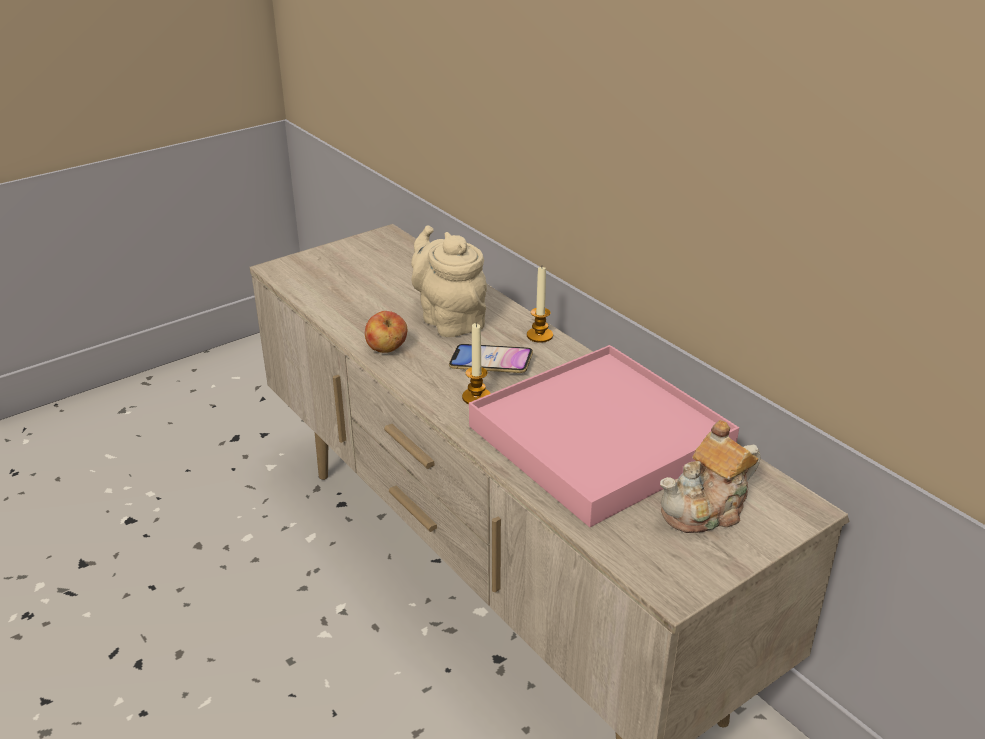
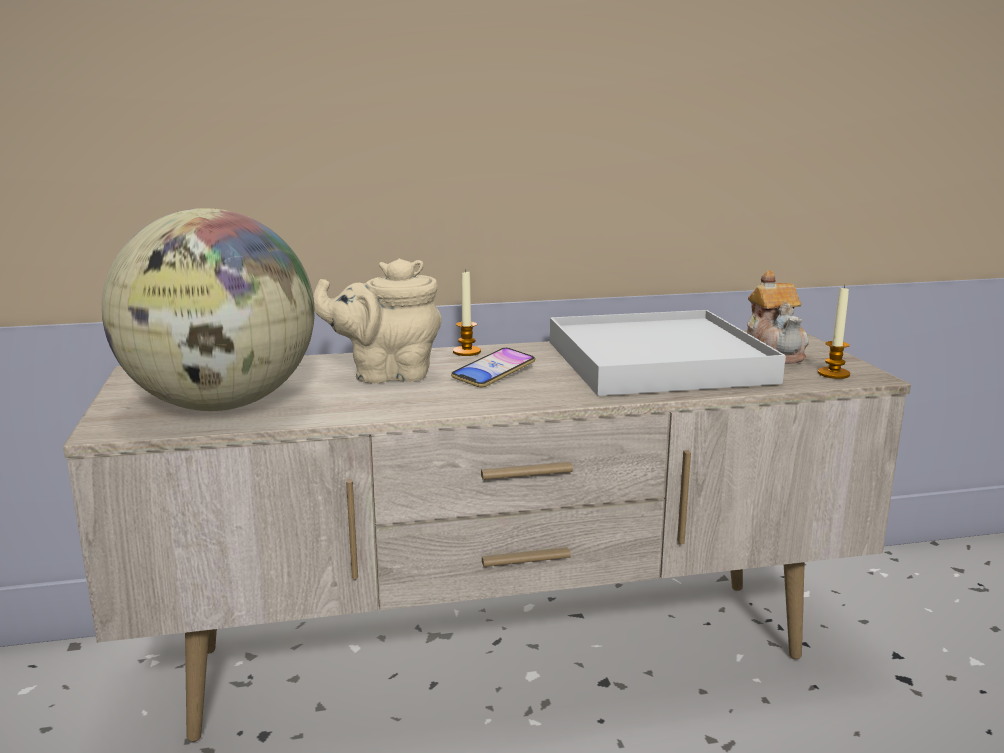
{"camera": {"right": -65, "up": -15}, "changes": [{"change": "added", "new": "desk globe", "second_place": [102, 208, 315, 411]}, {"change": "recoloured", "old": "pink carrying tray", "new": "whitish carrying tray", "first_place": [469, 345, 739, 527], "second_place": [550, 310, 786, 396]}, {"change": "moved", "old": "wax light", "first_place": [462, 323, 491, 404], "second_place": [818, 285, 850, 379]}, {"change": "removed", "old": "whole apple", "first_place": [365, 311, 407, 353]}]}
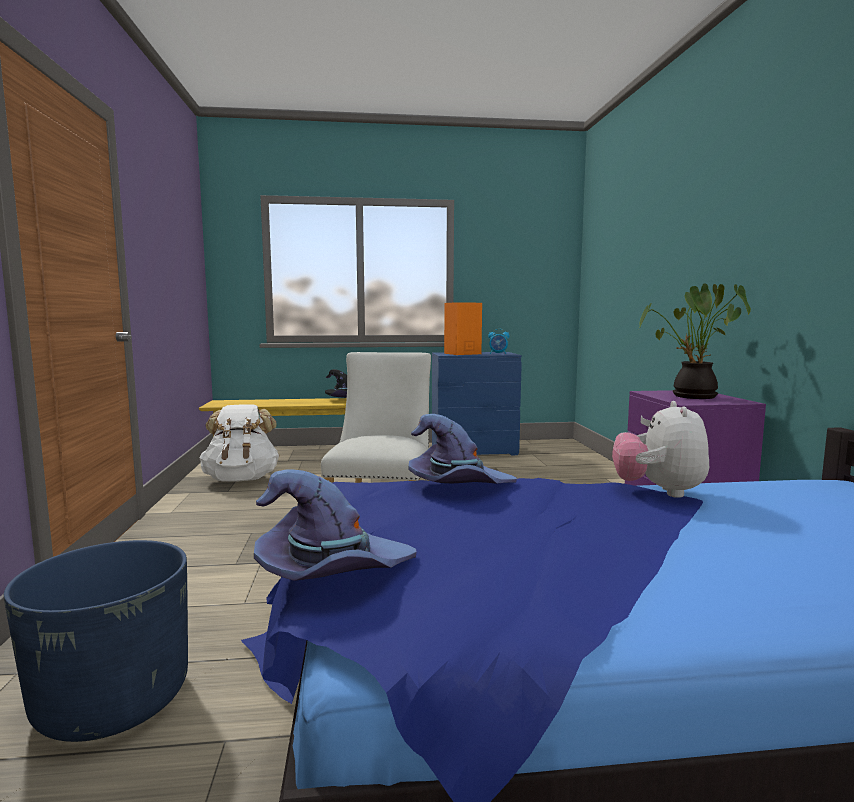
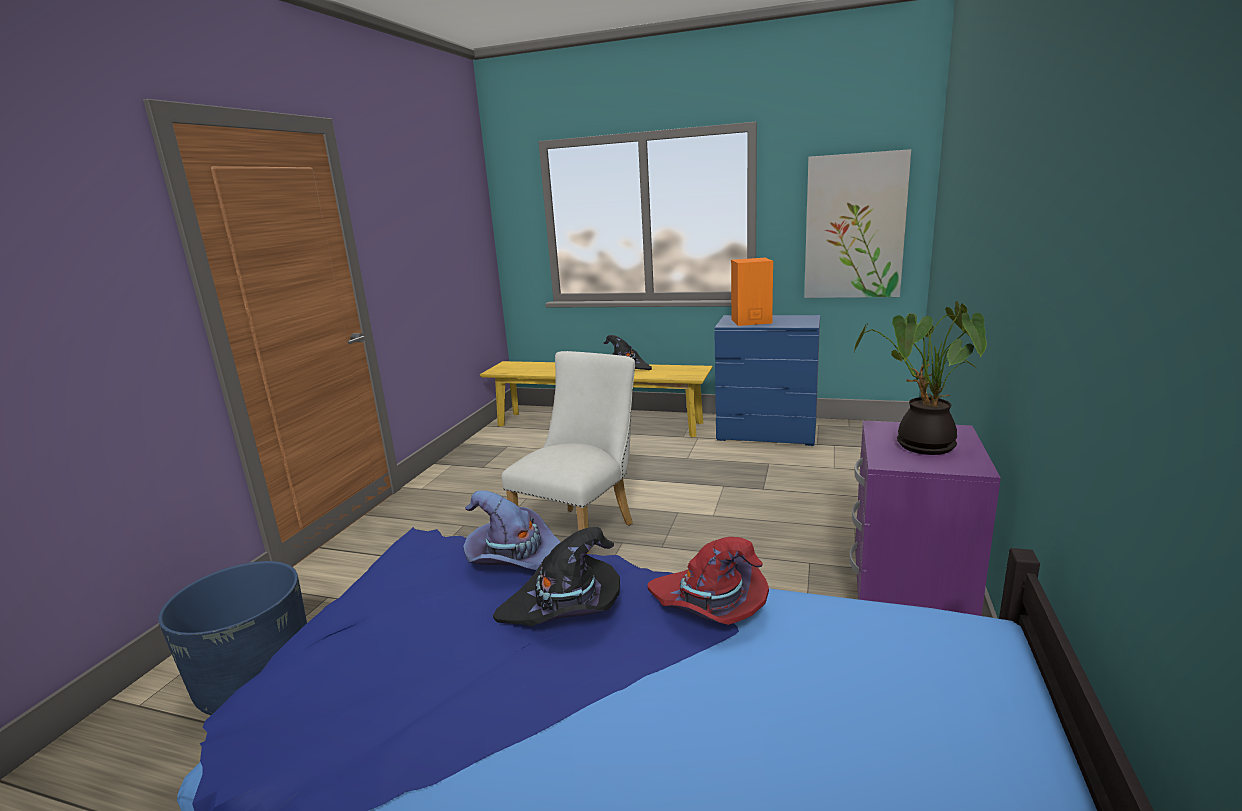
{"camera": {"right": 25, "up": 10}, "changes": [{"change": "added", "new": "black hat", "second_place": [493, 527, 620, 626]}, {"change": "replaced", "old": "soft toy", "new": "red hat", "first_place": [612, 401, 709, 498], "second_place": [647, 537, 769, 625]}, {"change": "added", "new": "picture", "second_place": [804, 149, 911, 298]}, {"change": "removed", "old": "whitish knapsack", "first_place": [200, 404, 280, 481]}, {"change": "removed", "old": "purple hat", "first_place": [254, 470, 416, 581]}, {"change": "removed", "old": "alarm clock", "first_place": [488, 328, 510, 354]}]}
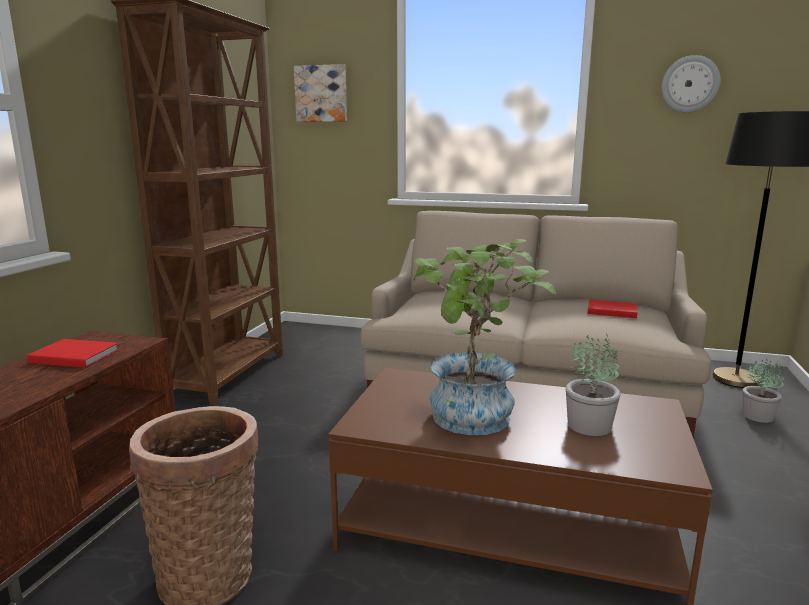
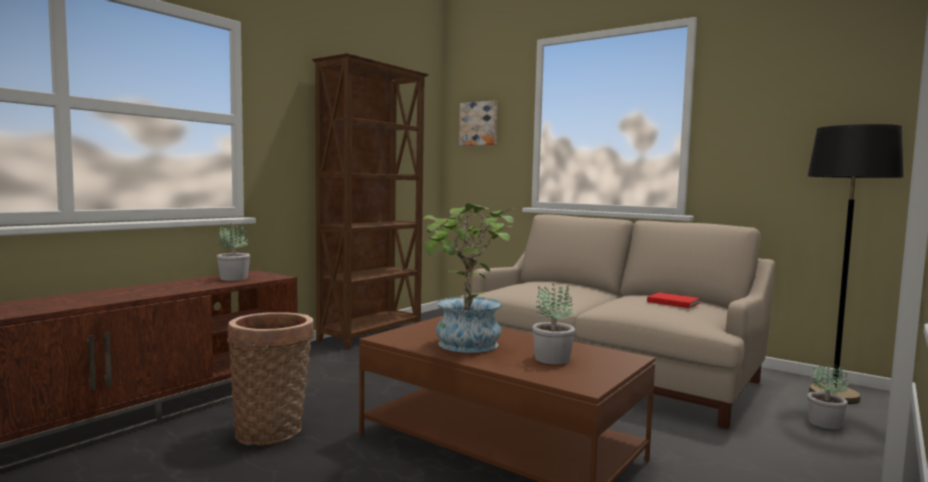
{"camera": {"right": 20, "up": -10}, "changes": [{"change": "replaced", "old": "red bound book", "new": "plant in a pot", "first_place": [27, 339, 119, 368], "second_place": [217, 222, 250, 281]}, {"change": "removed", "old": "clock on the wall", "first_place": [661, 55, 721, 113]}]}
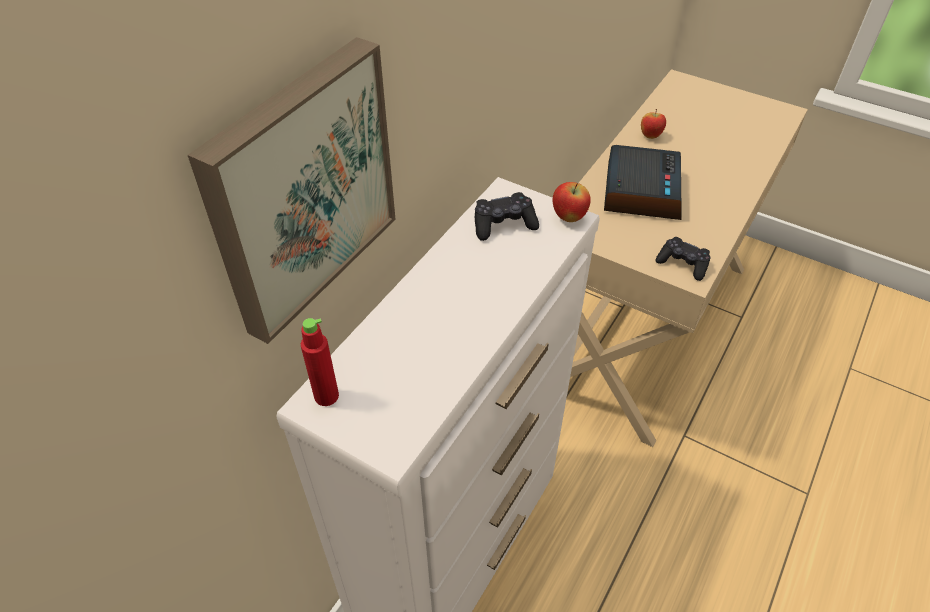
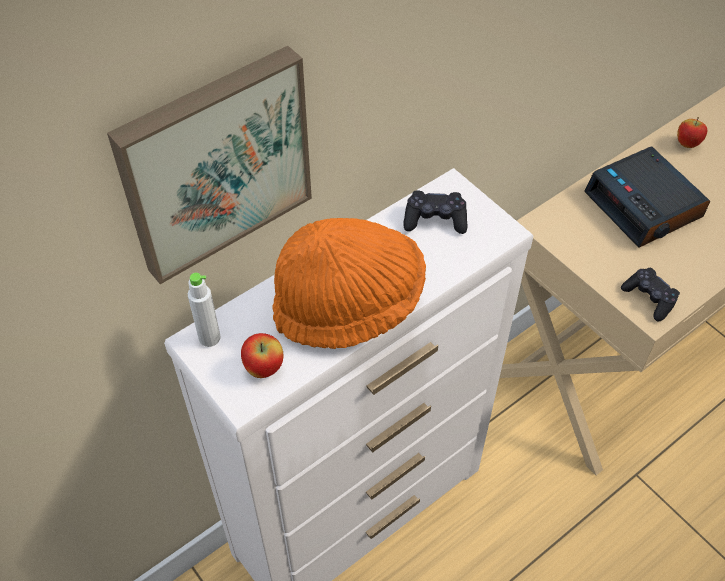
{"camera": {"right": 20, "up": 5}, "changes": [{"change": "recoloured", "old": "red beverage bottle", "new": "whitish beverage bottle", "first_place": [301, 318, 339, 406], "second_place": [188, 273, 221, 347]}, {"change": "moved", "old": "whole apple", "first_place": [553, 182, 591, 222], "second_place": [241, 333, 283, 378]}, {"change": "added", "new": "orangey hat", "second_place": [272, 218, 426, 349]}, {"change": "turned", "old": "alarm clock", "first_place": [604, 145, 682, 220], "second_place": [584, 146, 710, 248], "degrees": 120}]}
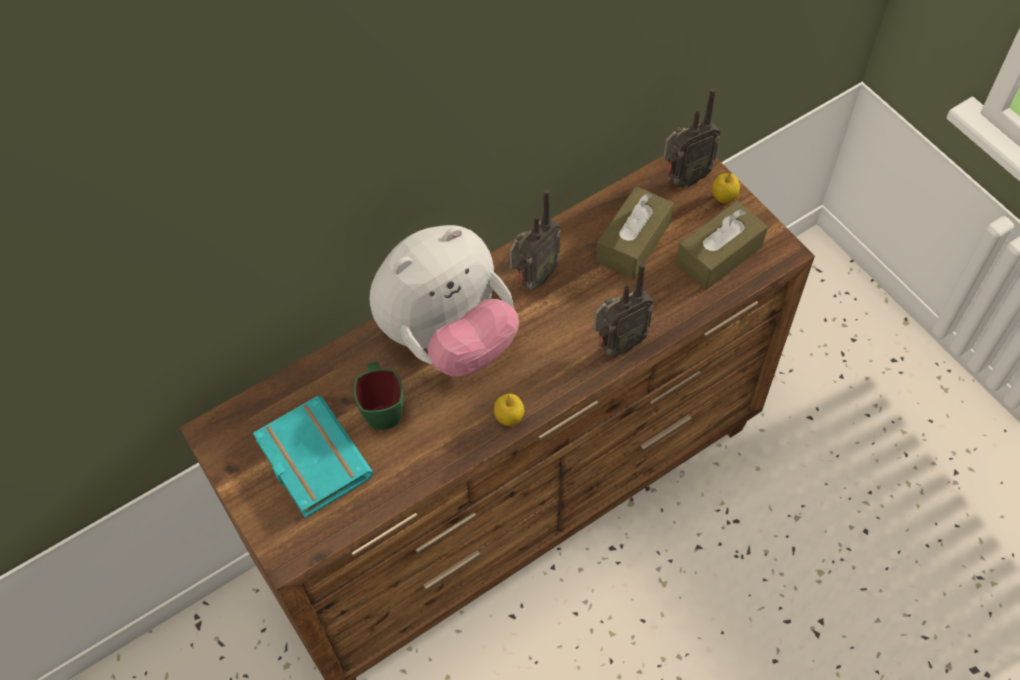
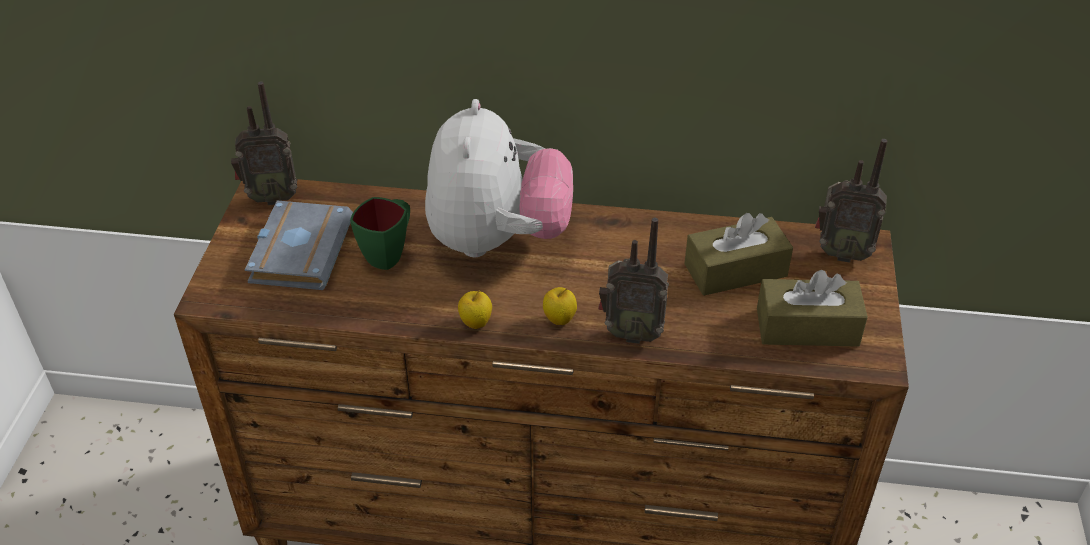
{"camera": {"right": 40, "up": -15}, "changes": [{"change": "moved", "old": "radio receiver", "first_place": [509, 189, 561, 290], "second_place": [231, 81, 297, 205]}, {"change": "recoloured", "old": "turquoise-coloured bound book", "new": "greyish bound book", "first_place": [253, 396, 373, 518], "second_place": [245, 200, 353, 290]}, {"change": "turned", "old": "soft toy", "first_place": [370, 225, 519, 376], "second_place": [425, 99, 573, 257], "degrees": -90}, {"change": "moved", "old": "whole apple", "first_place": [712, 173, 740, 204], "second_place": [543, 287, 577, 325]}]}
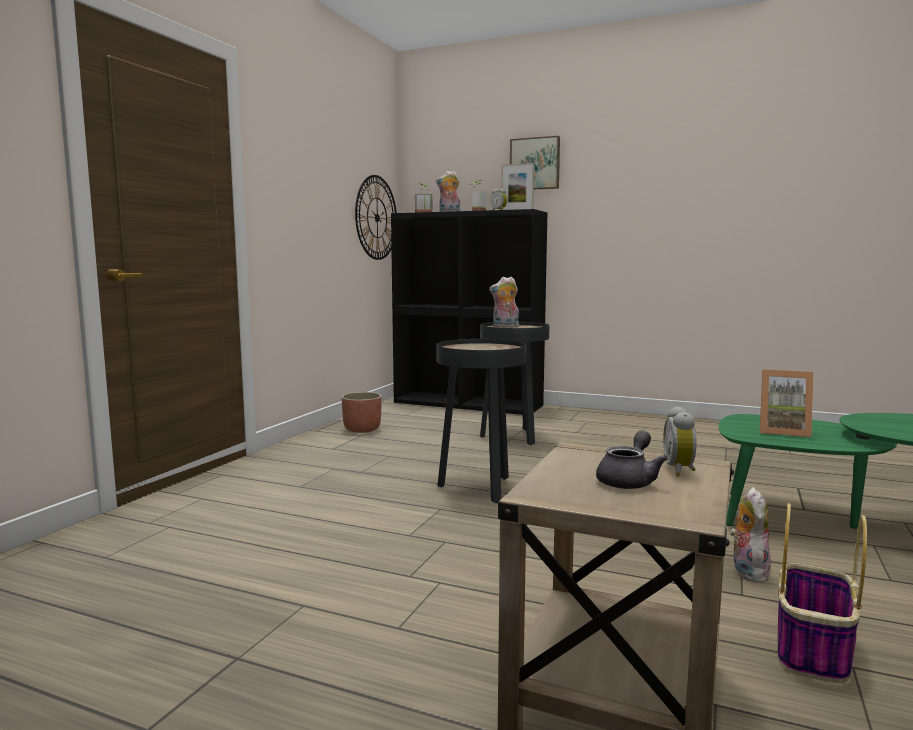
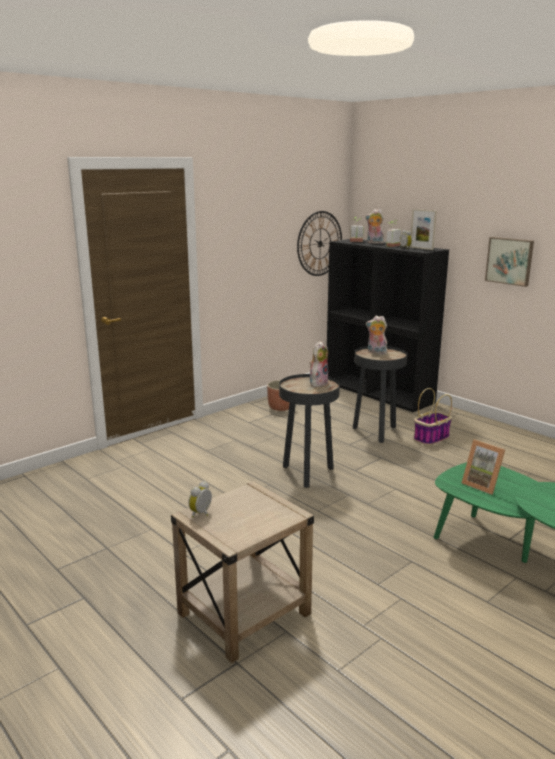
{"camera": {"right": 25, "up": 10}, "changes": [{"change": "moved", "old": "alarm clock", "first_place": [663, 406, 696, 477], "second_place": [188, 481, 212, 518]}, {"change": "moved", "old": "soft toy", "first_place": [729, 487, 771, 583], "second_place": [309, 341, 328, 387]}, {"change": "moved", "old": "household basket", "first_place": [778, 503, 867, 683], "second_place": [414, 388, 452, 445]}, {"change": "moved", "old": "picture", "first_place": [510, 136, 560, 189], "second_place": [485, 237, 534, 287]}, {"change": "removed", "old": "greyish tea pot", "first_place": [596, 430, 668, 489]}]}
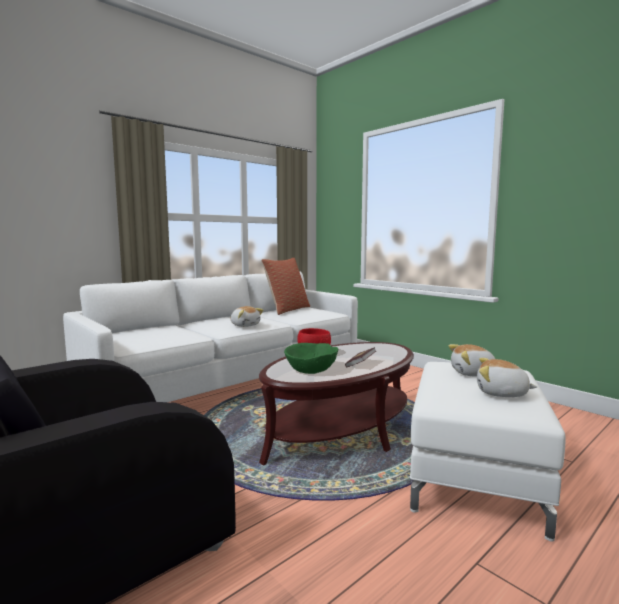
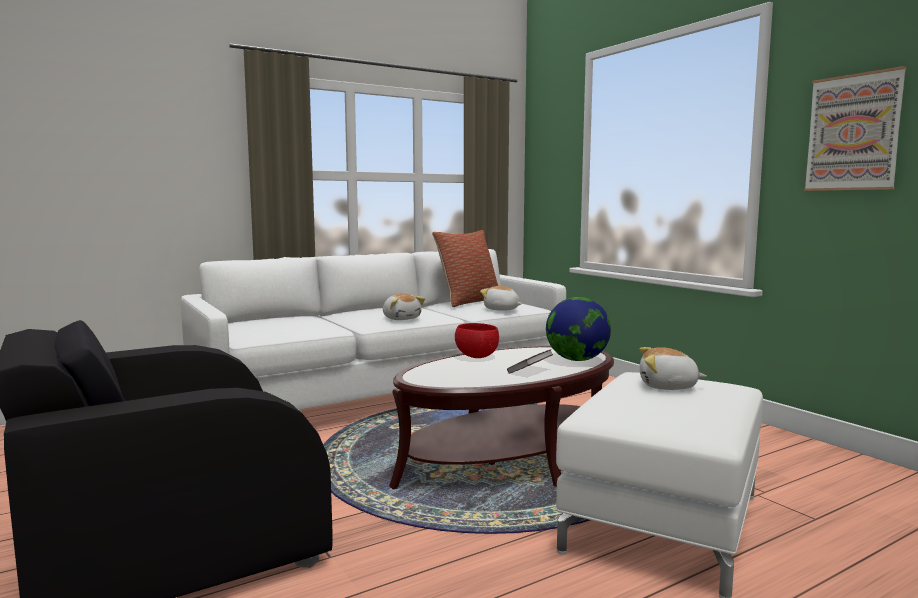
{"camera": {"right": 10, "up": 0}, "changes": [{"change": "moved", "old": "soft toy", "first_place": [477, 358, 537, 397], "second_place": [480, 286, 522, 311]}, {"change": "added", "new": "desk globe", "second_place": [546, 297, 611, 361]}, {"change": "added", "new": "picture", "second_place": [804, 66, 907, 191]}, {"change": "removed", "old": "greenish bowl", "first_place": [284, 343, 338, 374]}]}
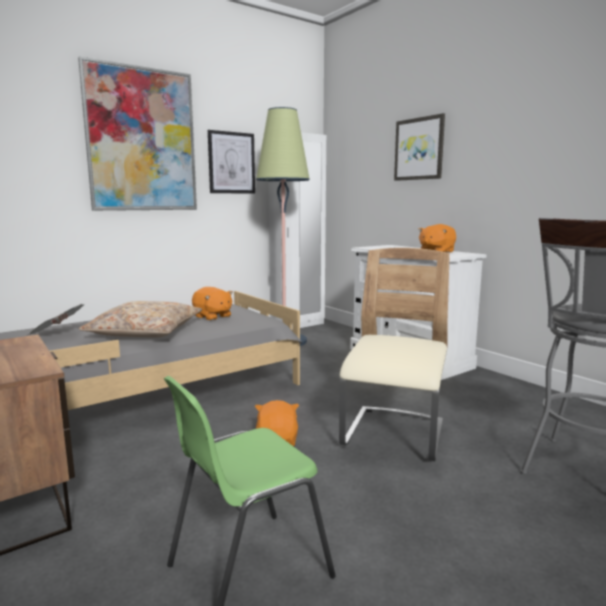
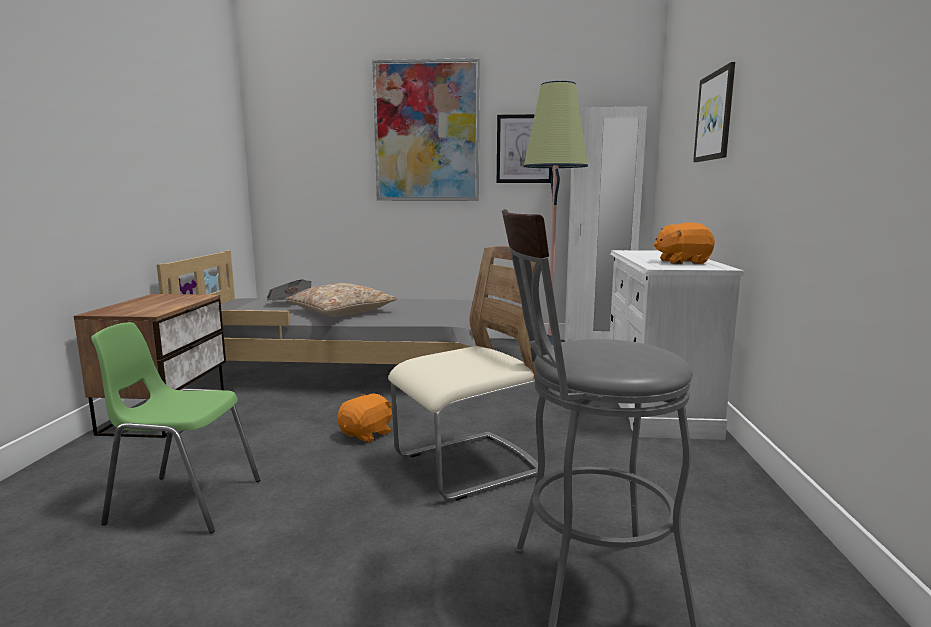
{"camera": {"right": 40, "up": 0}, "changes": [{"change": "removed", "old": "orangey soft toy", "first_place": [192, 287, 233, 321]}]}
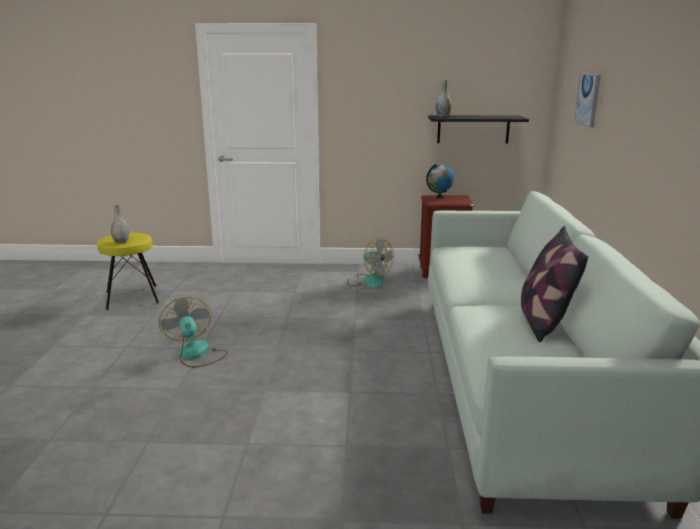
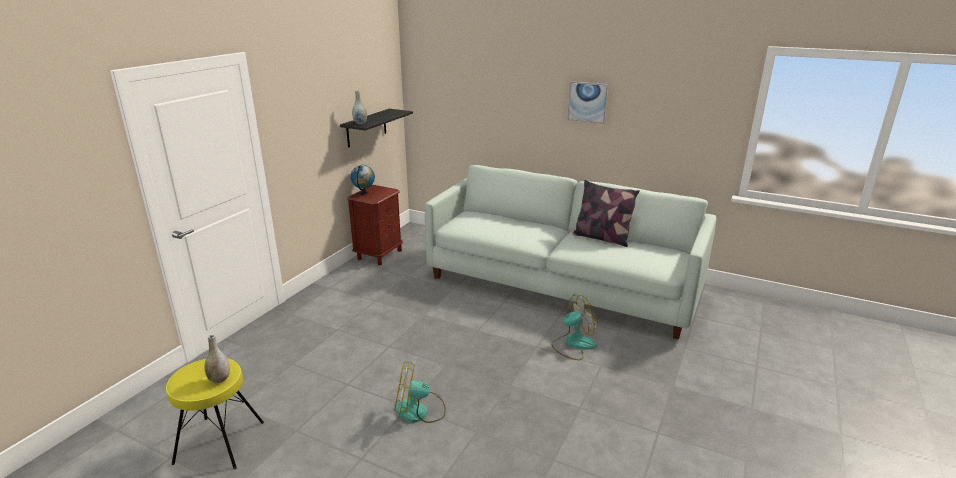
{"camera": {"right": -65, "up": 5}, "changes": [{"change": "moved", "old": "electric fan", "first_place": [347, 238, 394, 289], "second_place": [551, 294, 597, 360]}, {"change": "moved", "old": "picture", "first_place": [574, 73, 601, 127], "second_place": [568, 81, 608, 124]}]}
